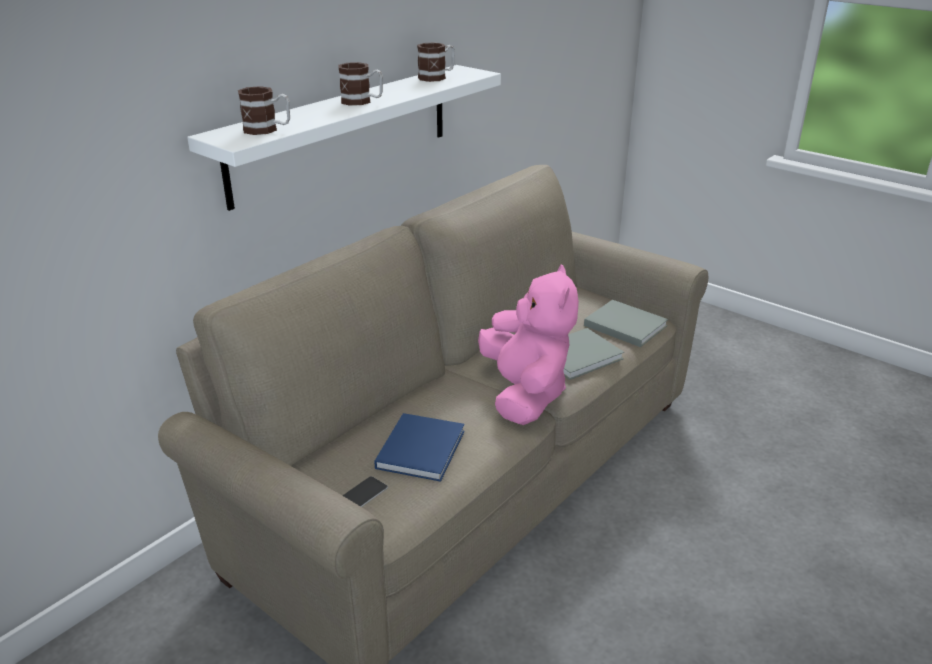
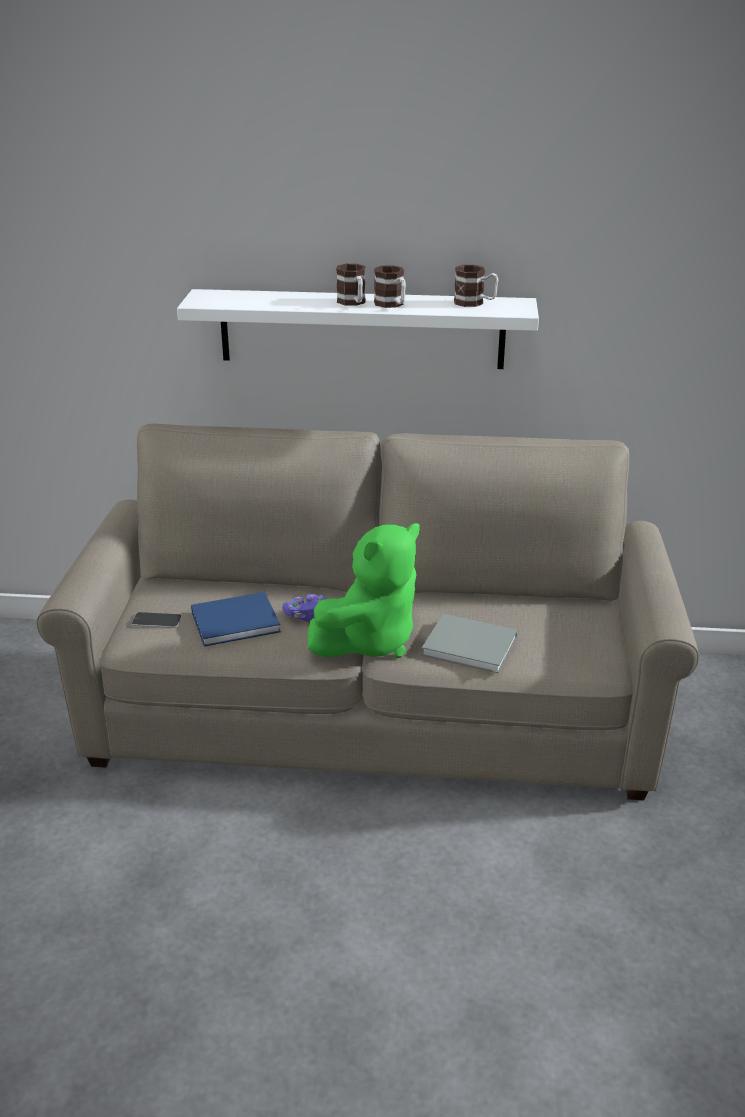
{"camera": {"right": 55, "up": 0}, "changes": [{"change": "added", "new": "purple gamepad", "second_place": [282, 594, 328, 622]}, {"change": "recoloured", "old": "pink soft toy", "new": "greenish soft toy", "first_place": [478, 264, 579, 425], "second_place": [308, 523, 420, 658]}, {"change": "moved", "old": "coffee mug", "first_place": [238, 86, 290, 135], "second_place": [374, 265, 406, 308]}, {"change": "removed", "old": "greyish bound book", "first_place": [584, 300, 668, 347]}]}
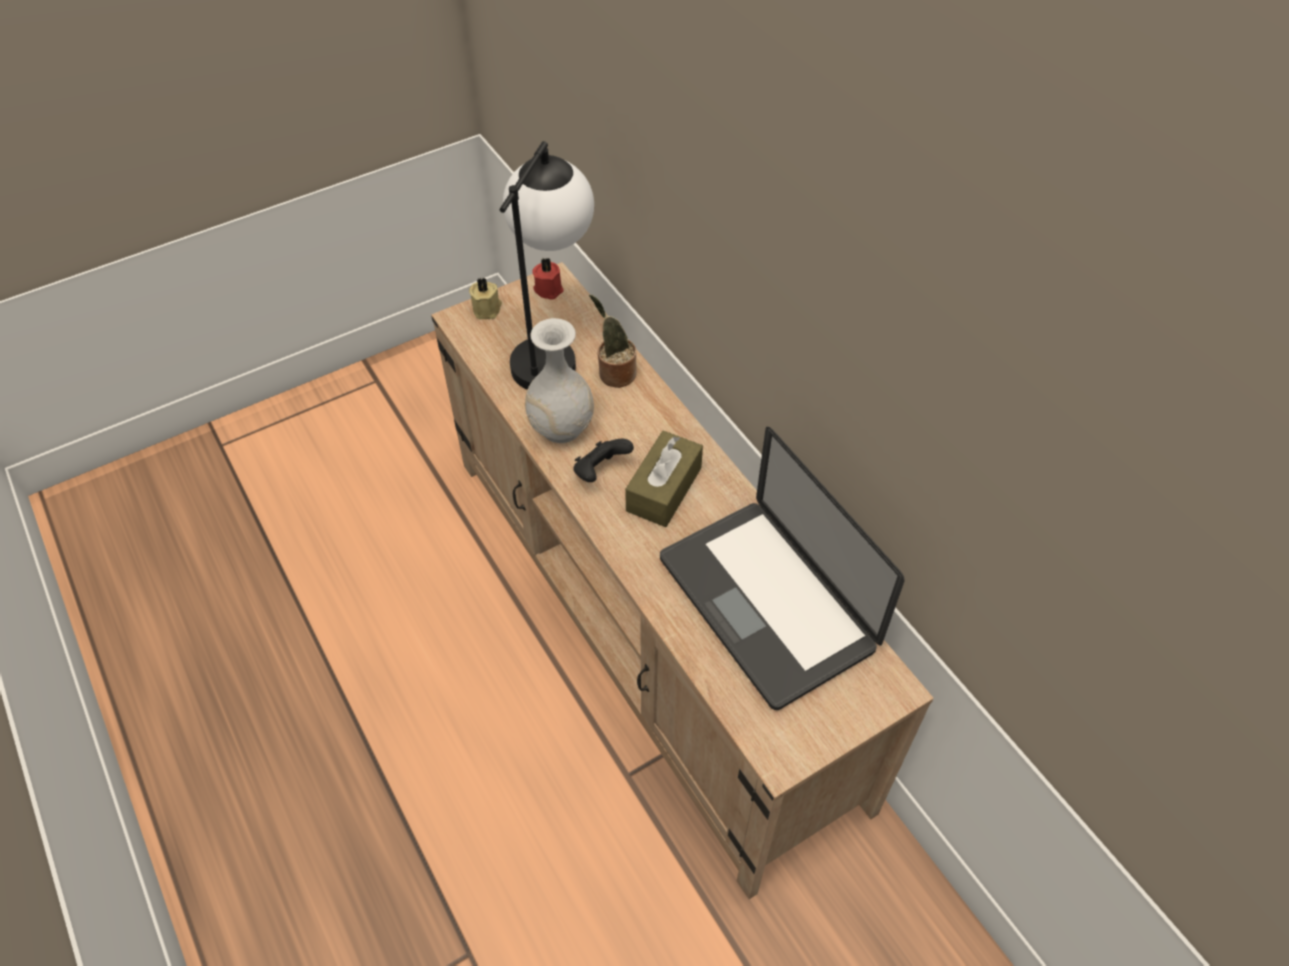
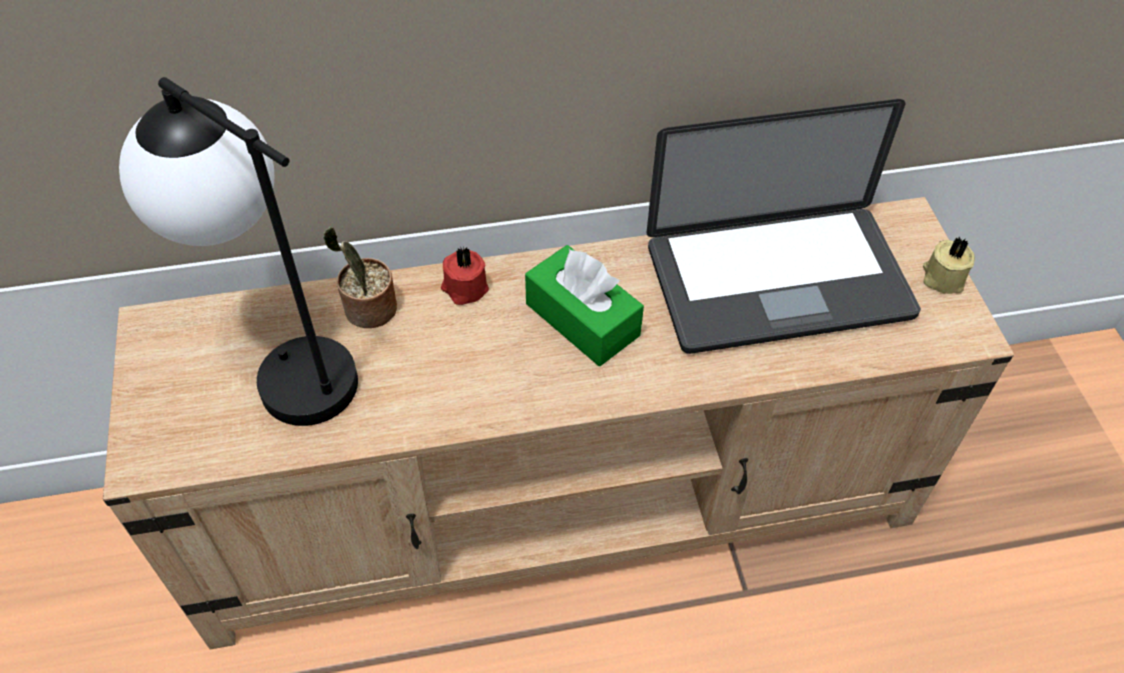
{"camera": {"right": -70, "up": 0}, "changes": [{"change": "moved", "old": "red wax light", "first_place": [532, 258, 564, 300], "second_place": [441, 247, 489, 305]}, {"change": "recoloured", "old": "brownish tissue holder", "new": "greenish tissue holder", "first_place": [625, 431, 703, 527], "second_place": [525, 245, 644, 366]}, {"change": "moved", "old": "sand-coloured wax light", "first_place": [469, 277, 502, 319], "second_place": [923, 237, 975, 294]}, {"change": "removed", "old": "whitish decorative vase", "first_place": [525, 318, 594, 443]}, {"change": "removed", "old": "black gamepad", "first_place": [573, 439, 634, 482]}]}
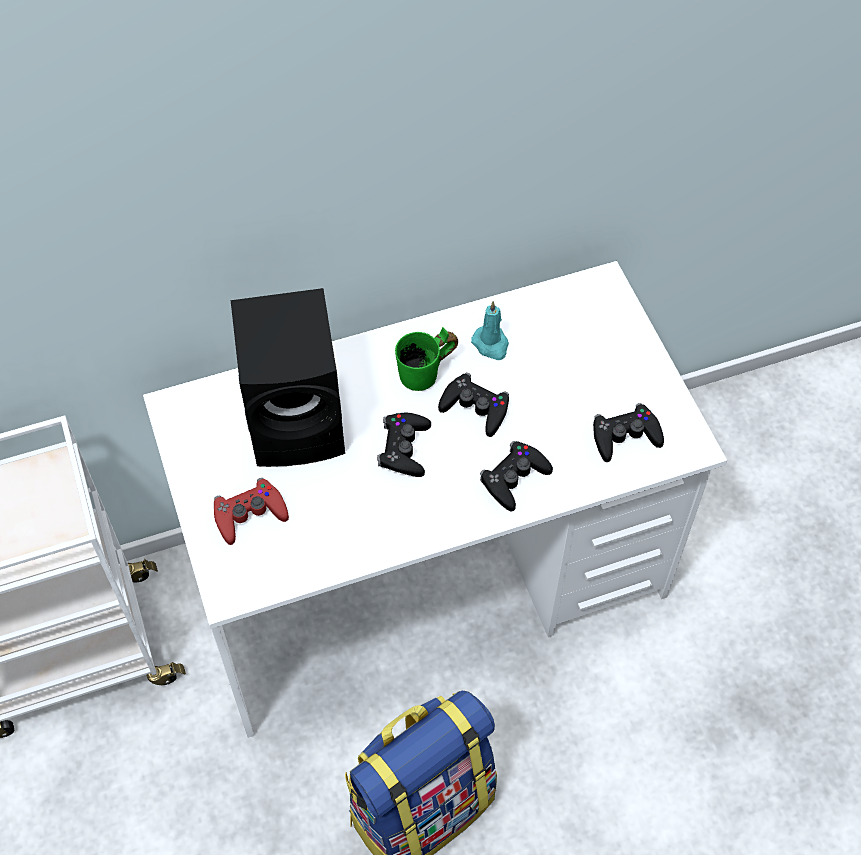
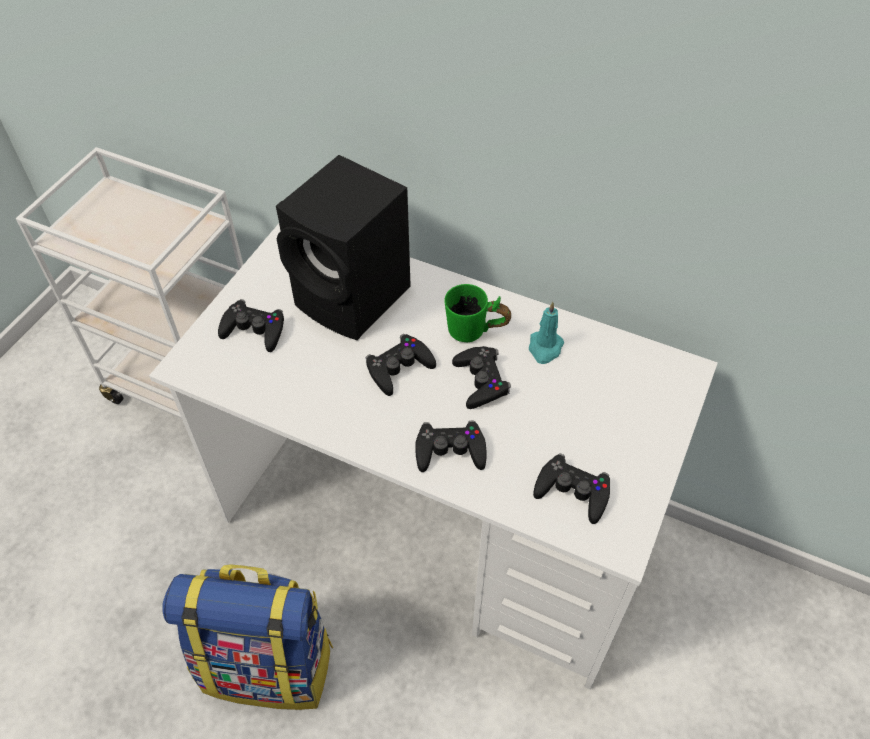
{"camera": {"right": 45, "up": -5}, "changes": [{"change": "recoloured", "old": "red gamepad", "new": "black gamepad", "first_place": [214, 478, 289, 545], "second_place": [218, 299, 284, 352]}]}
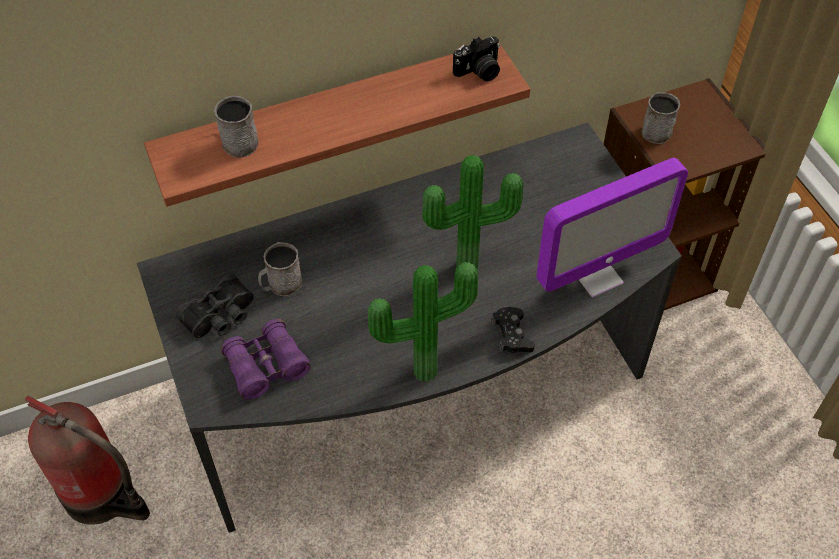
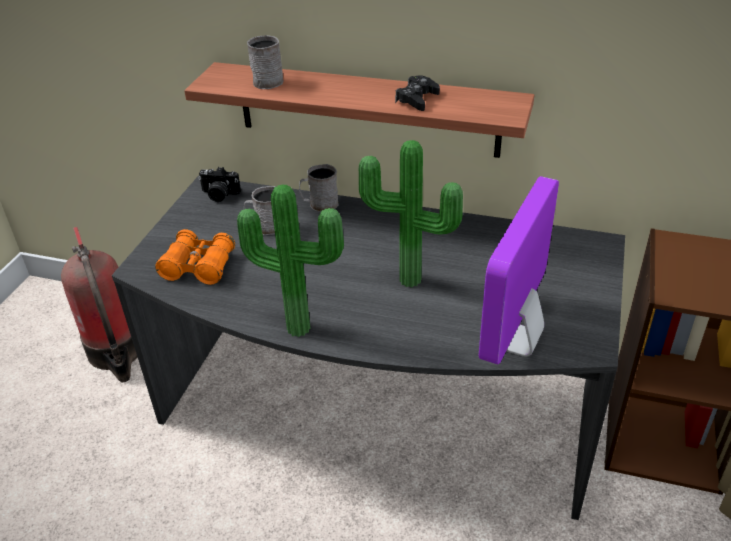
{"camera": {"right": 40, "up": -15}, "changes": [{"change": "recoloured", "old": "purple pair of binoculars", "new": "orangey pair of binoculars", "first_place": [220, 319, 311, 400], "second_place": [155, 229, 235, 285]}, {"change": "moved", "old": "photo camera", "first_place": [453, 36, 500, 81], "second_place": [199, 167, 241, 202]}, {"change": "moved", "old": "greyish coffee mug", "first_place": [642, 92, 680, 144], "second_place": [299, 164, 339, 212]}, {"change": "moved", "old": "black gamepad", "first_place": [491, 307, 535, 353], "second_place": [395, 75, 440, 111]}, {"change": "turned", "old": "computer screen", "first_place": [536, 158, 688, 298], "second_place": [479, 176, 559, 364], "degrees": 105}, {"change": "removed", "old": "black pair of binoculars", "first_place": [175, 274, 254, 338]}]}
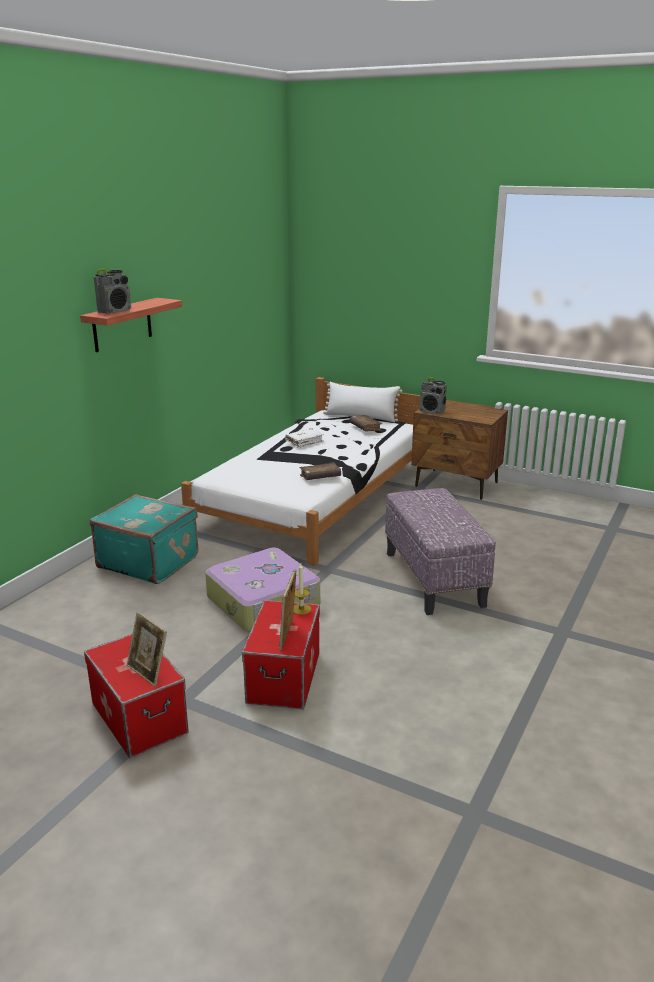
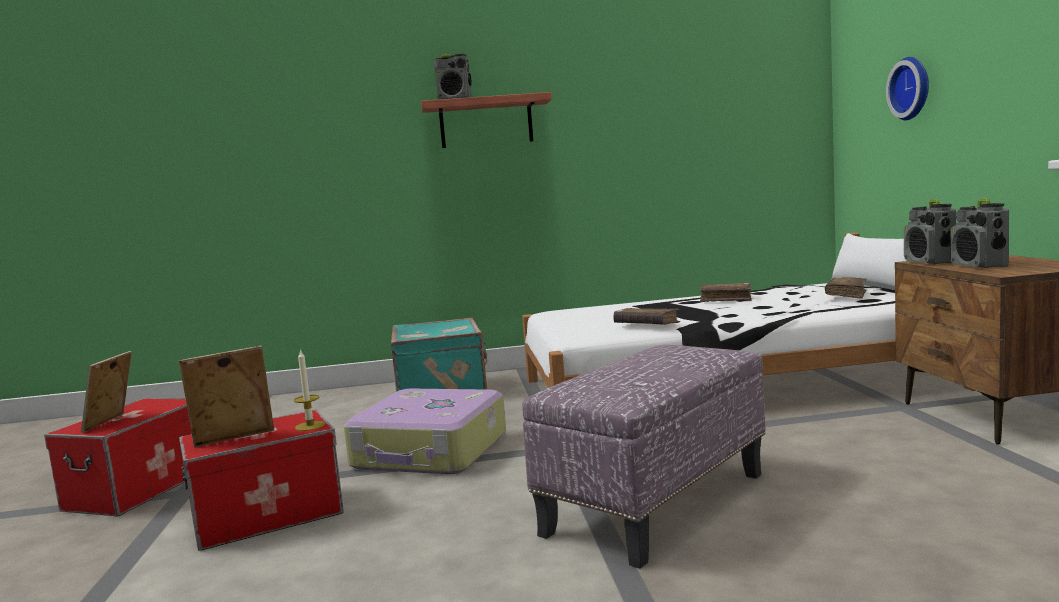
{"camera": {"right": 55, "up": -15}, "changes": [{"change": "recoloured", "old": "whitish bound book", "new": "brownish bound book", "first_place": [285, 428, 324, 448], "second_place": [700, 283, 752, 302]}, {"change": "added", "new": "clock on the wall", "second_place": [886, 57, 929, 120]}, {"change": "added", "new": "radio receiver", "second_place": [950, 199, 1009, 268]}]}
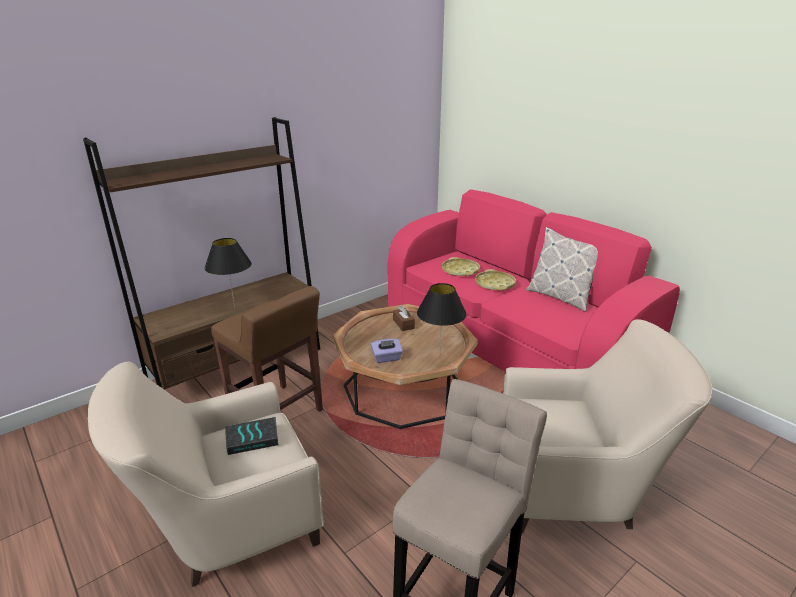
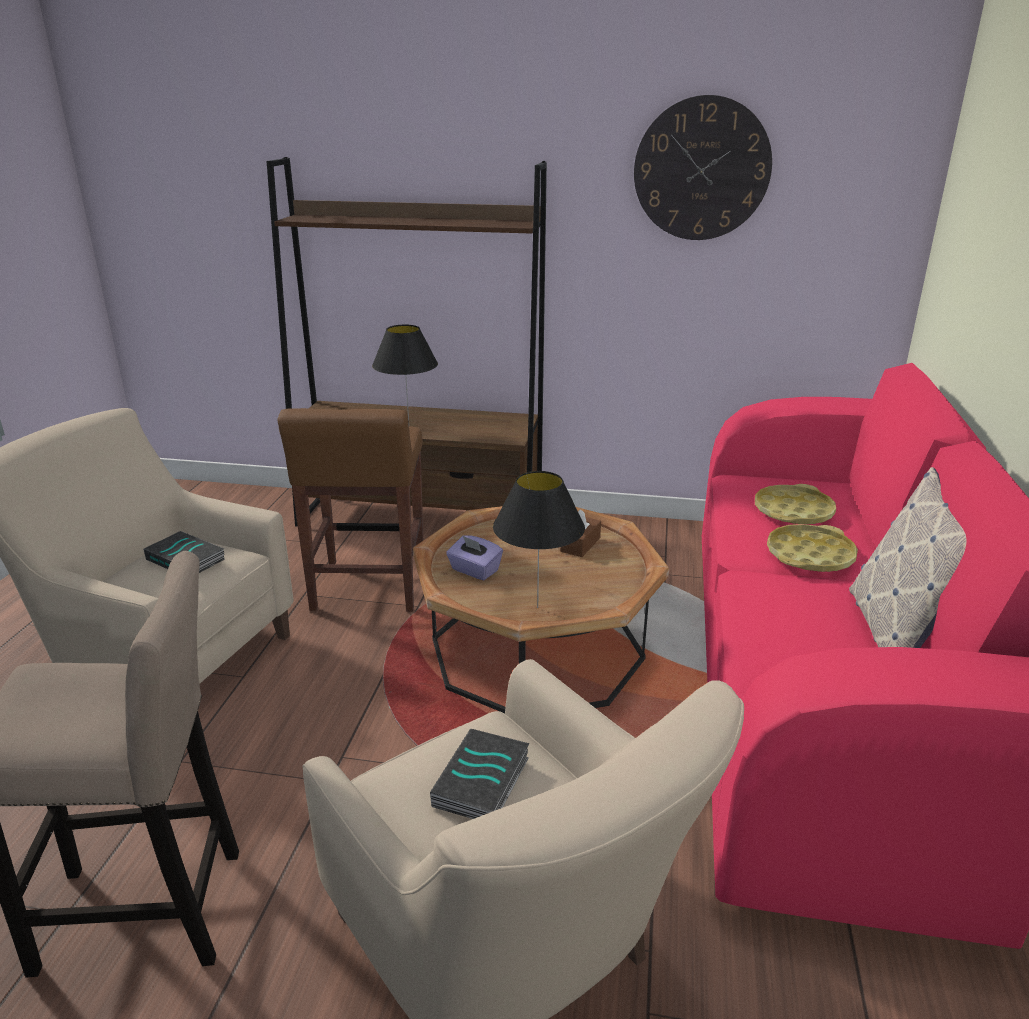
{"camera": {"right": 50, "up": 0}, "changes": [{"change": "added", "new": "bound book", "second_place": [430, 729, 530, 819]}, {"change": "added", "new": "clock on the wall", "second_place": [634, 95, 772, 240]}]}
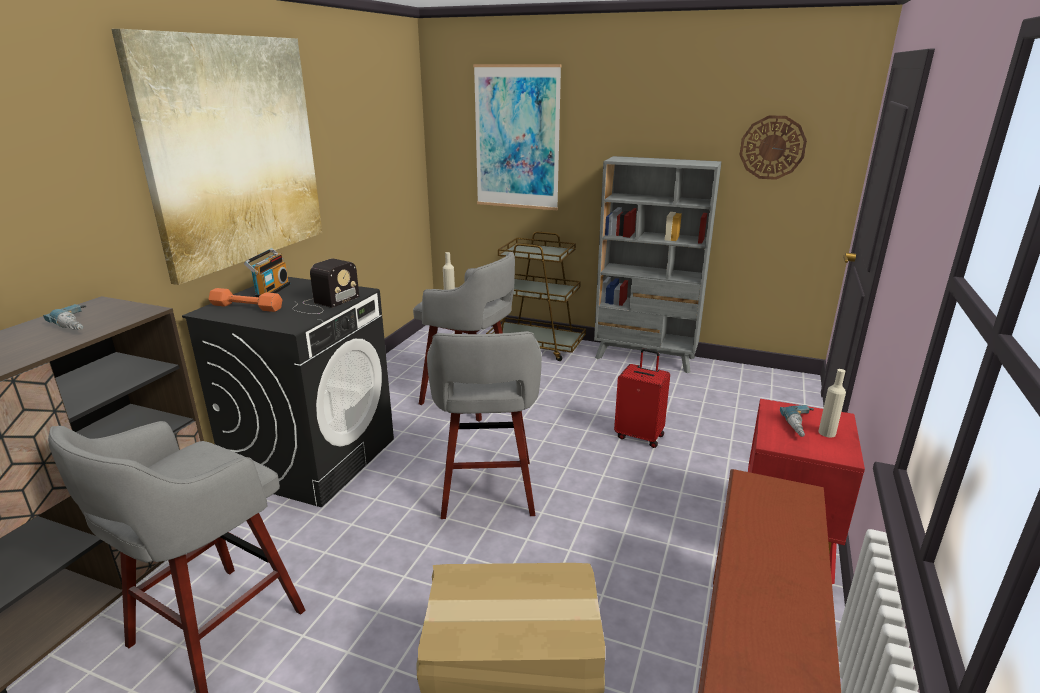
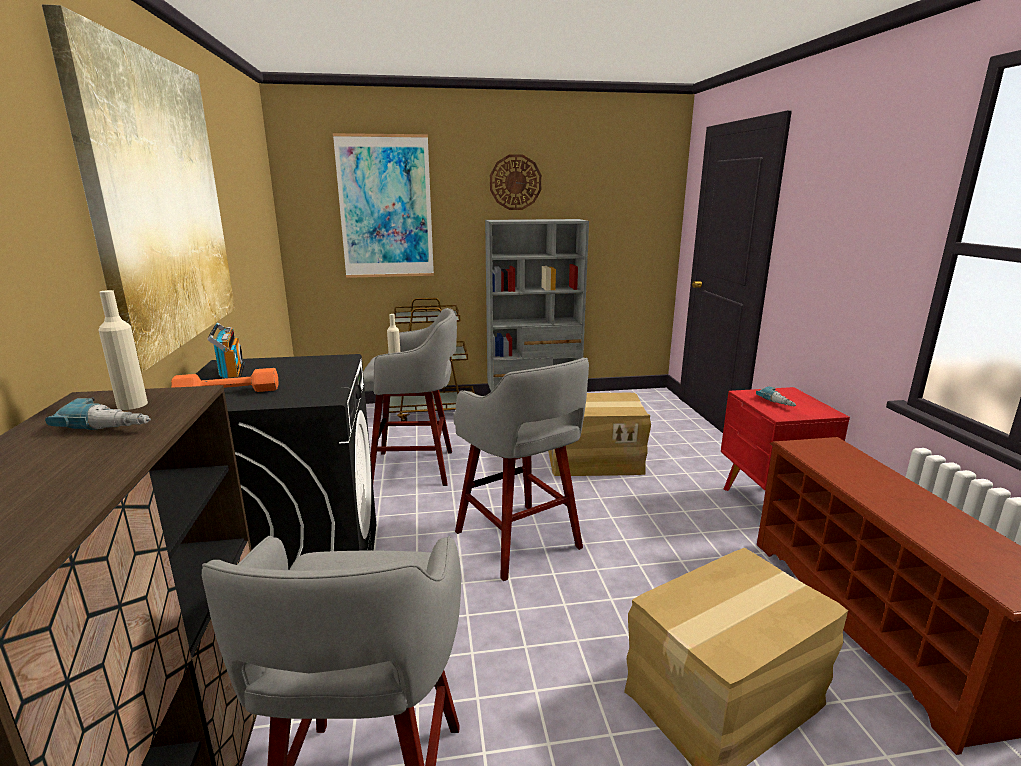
{"camera": {"right": -30, "up": -5}, "changes": [{"change": "moved", "old": "sand-coloured beverage bottle", "first_place": [818, 369, 846, 438], "second_place": [98, 290, 148, 410]}, {"change": "moved", "old": "clock on the wall", "first_place": [740, 115, 807, 180], "second_place": [490, 155, 542, 210]}, {"change": "replaced", "old": "red piece of luggage", "new": "packing box", "first_place": [614, 348, 670, 448], "second_place": [548, 393, 651, 476]}, {"change": "removed", "old": "radio receiver", "first_place": [293, 258, 359, 314]}]}
